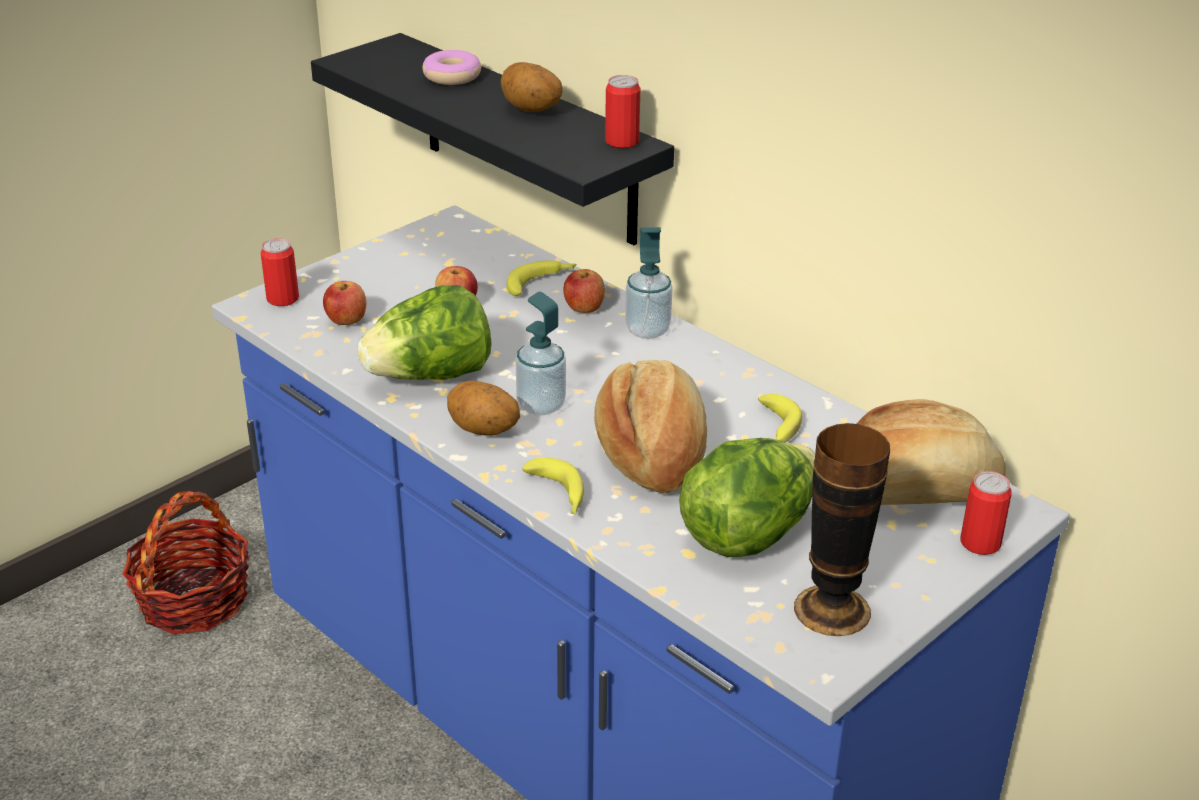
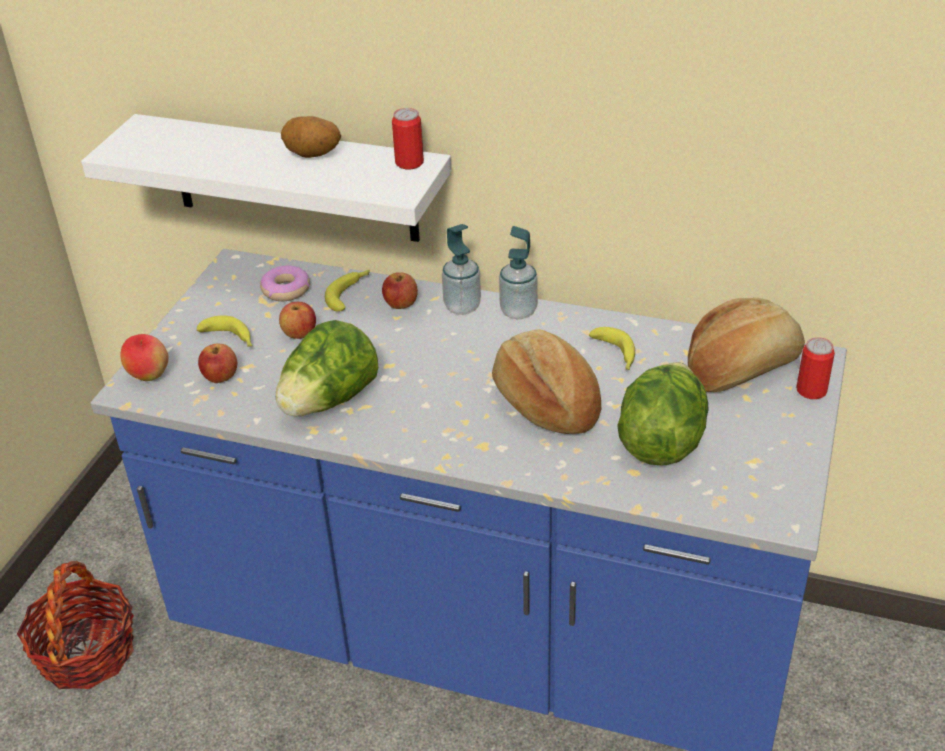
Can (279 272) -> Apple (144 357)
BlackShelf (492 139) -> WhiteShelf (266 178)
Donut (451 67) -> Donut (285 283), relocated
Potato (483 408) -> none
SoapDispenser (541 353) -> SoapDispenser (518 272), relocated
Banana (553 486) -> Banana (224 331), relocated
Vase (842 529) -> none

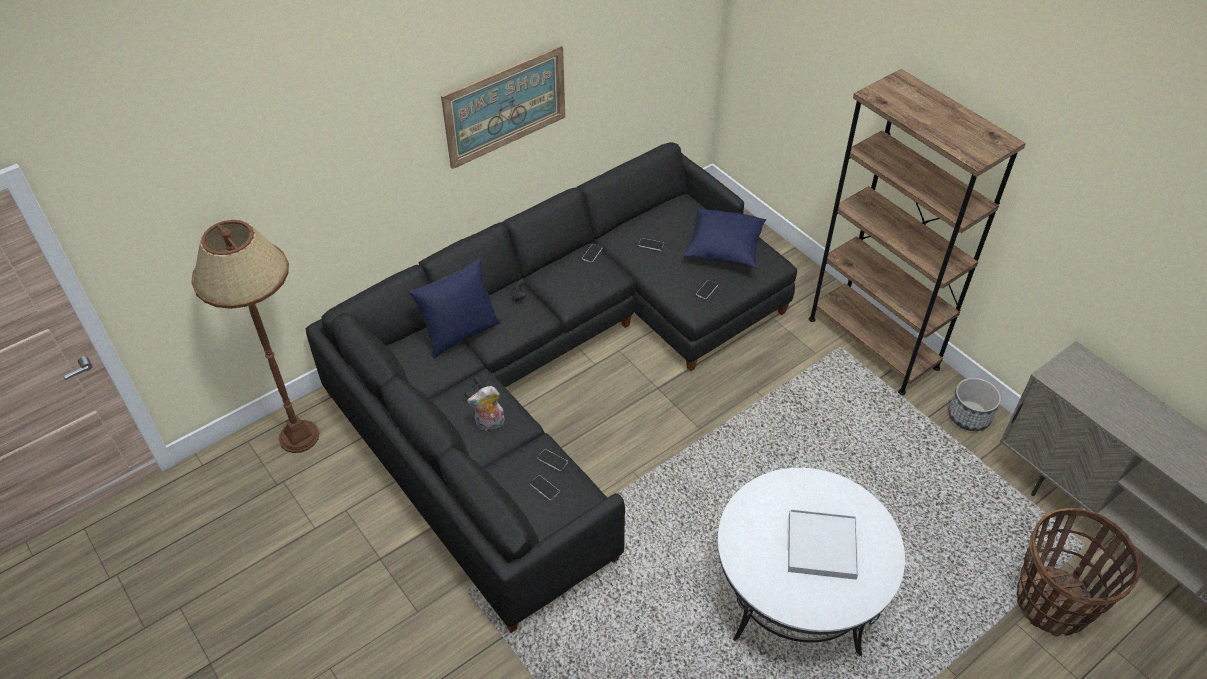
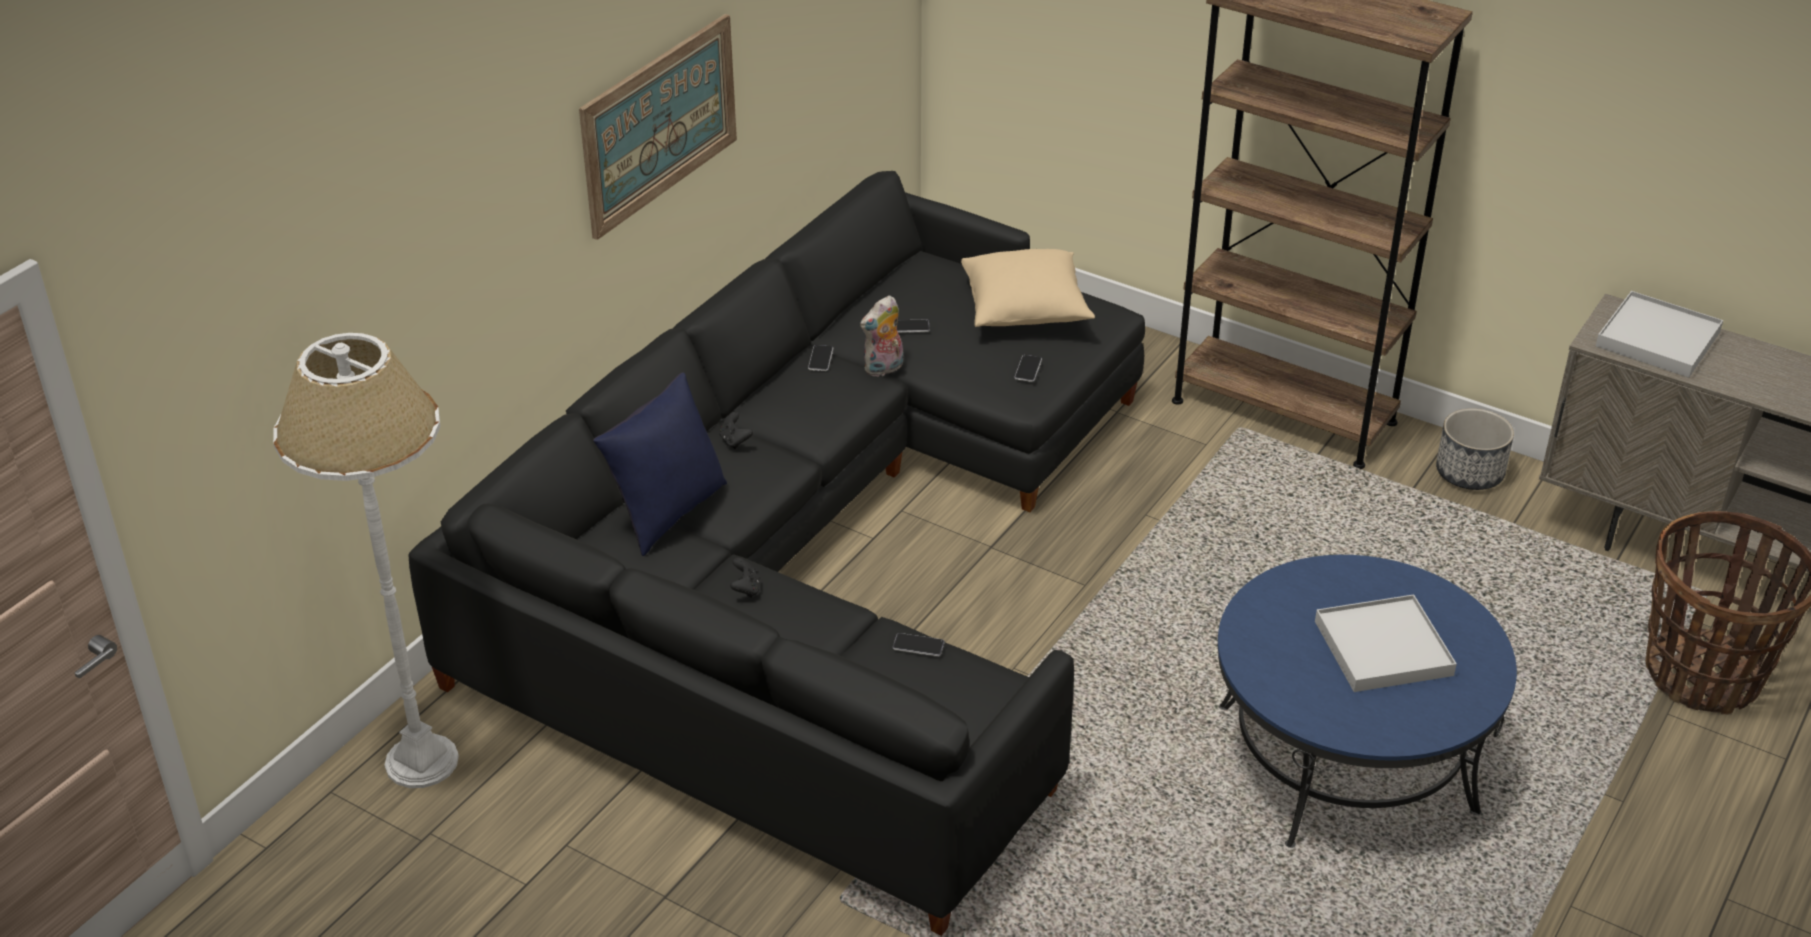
BrownFloorLamp (255 336) -> WhiteFloorLamp (366 560)
PlushToy (485 408) -> PlushToy (881 336), relocated
Phone (545 487) -> none
BluePillow (724 238) -> BeigePillow (1028 288)
WhiteCoffeeTable (811 562) -> BlueCoffeeTable (1367 701)
none -> WhiteTray (1659 334)

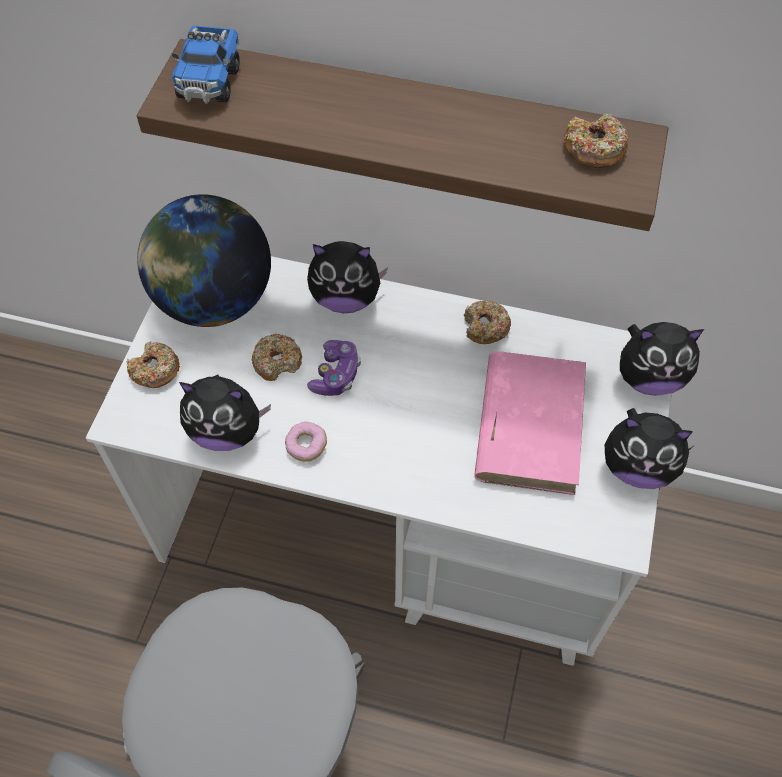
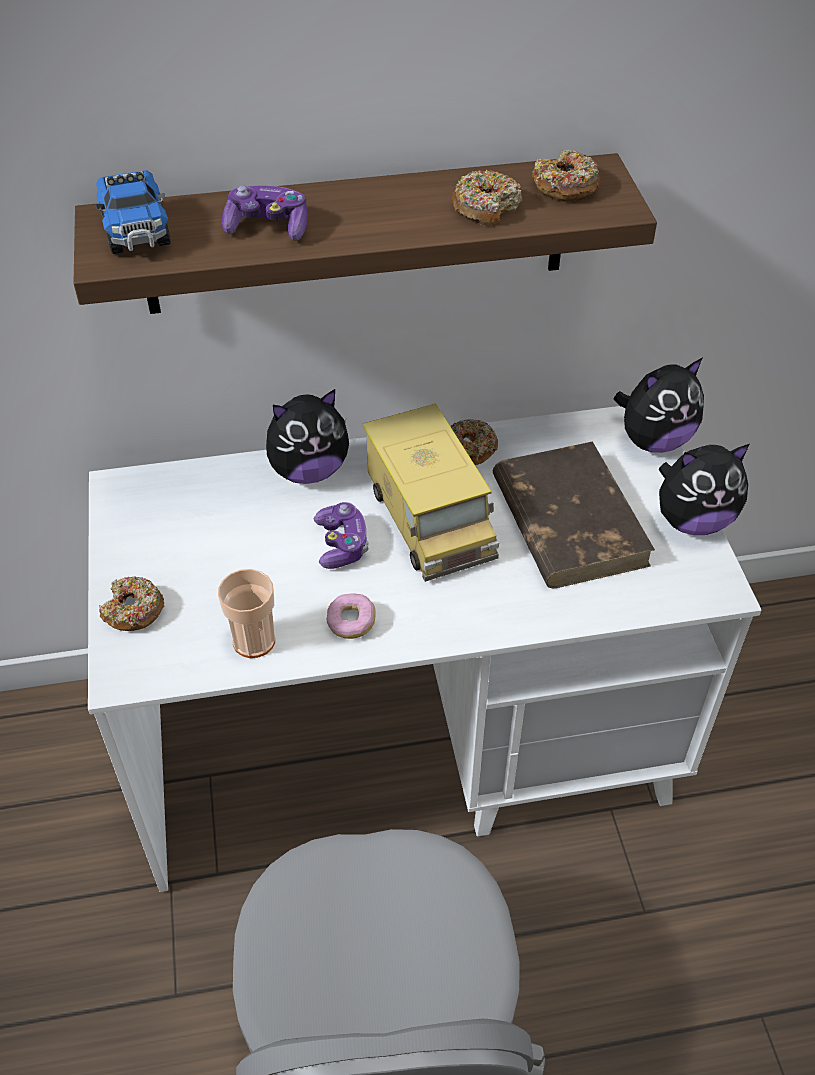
Globe (204 260) -> none
PlushToy (225 412) -> Cup (246 613)
Donut (277 357) -> Donut (487 197), relocated
PinkBook (530 423) -> BrownBook (574 514)
none -> GameController (264 213)
none -> ToyTruck (430 493)

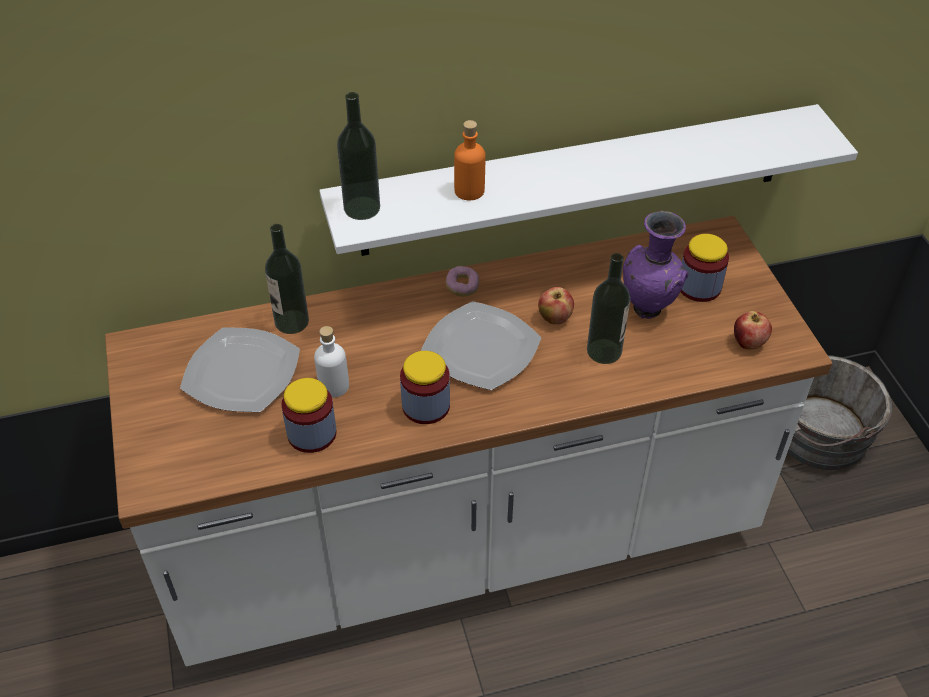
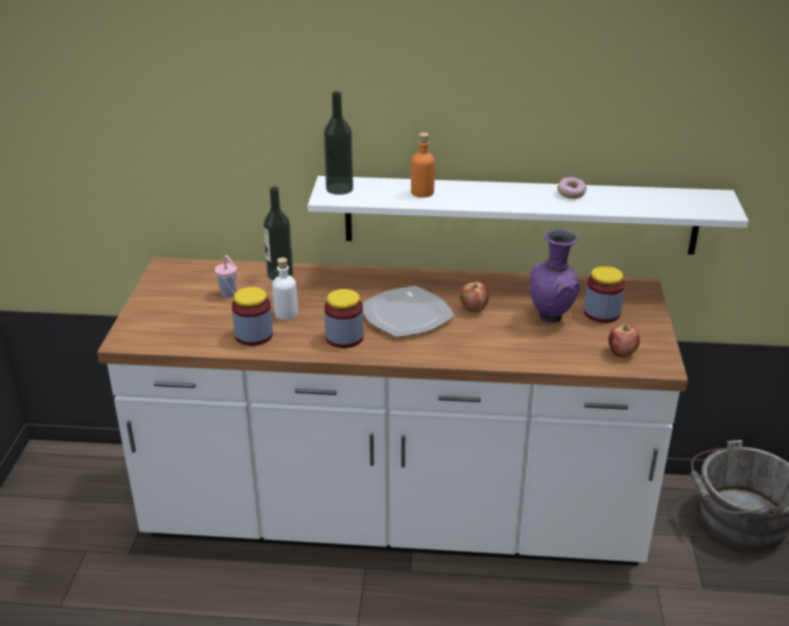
Plate (240 369) -> PinkCup (226 276)
Donut (462 281) -> Donut (572 188), relocated
Bottle (608 308) -> none

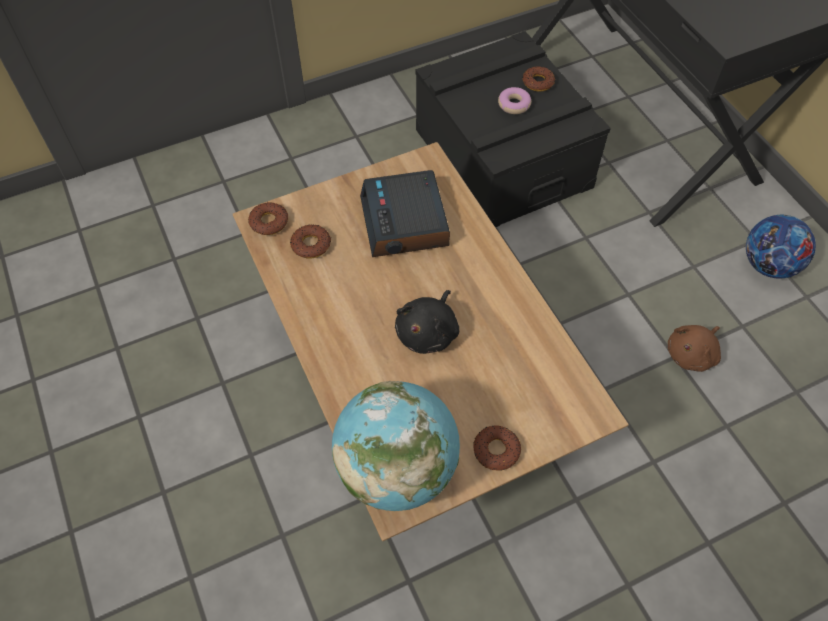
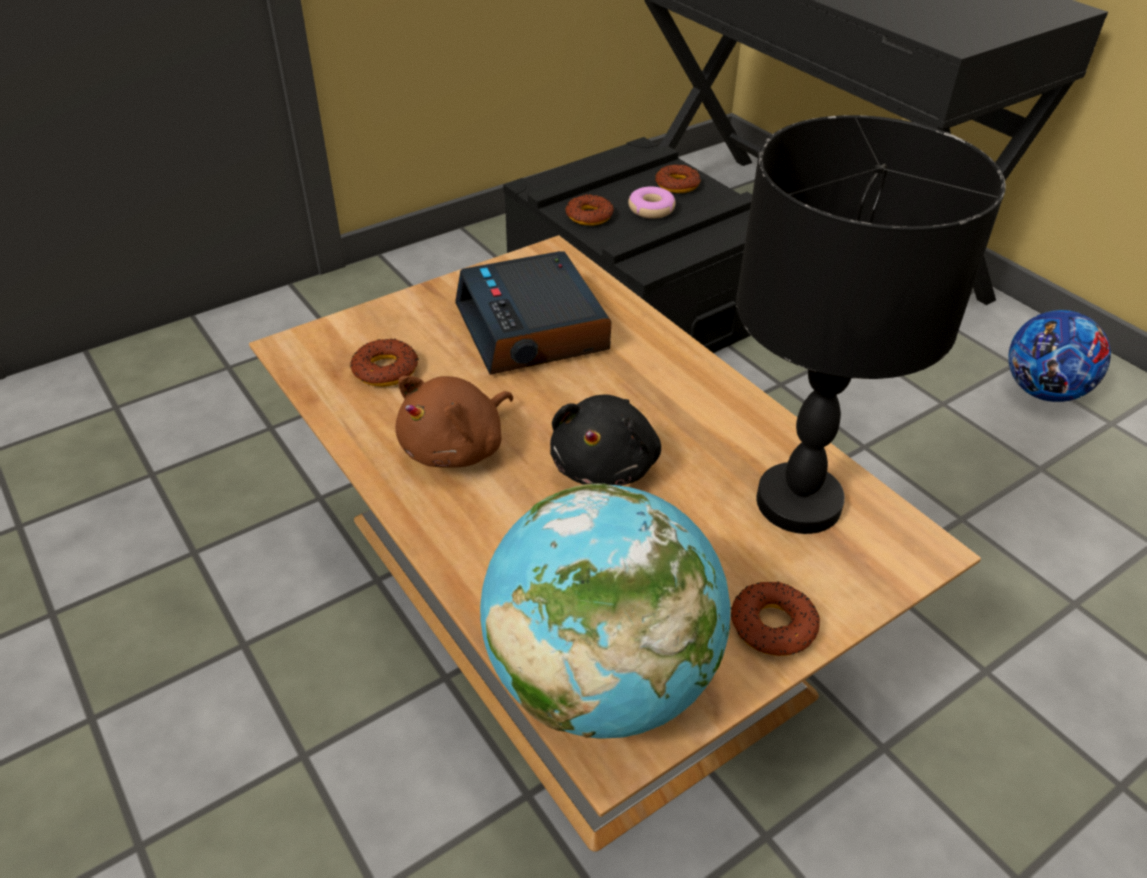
Donut (268 218) -> Donut (589 209), relocated
BrownPlushToy (694 348) -> BrownPlushToy (454 421), relocated
none -> BlackTableLamp (871 324)

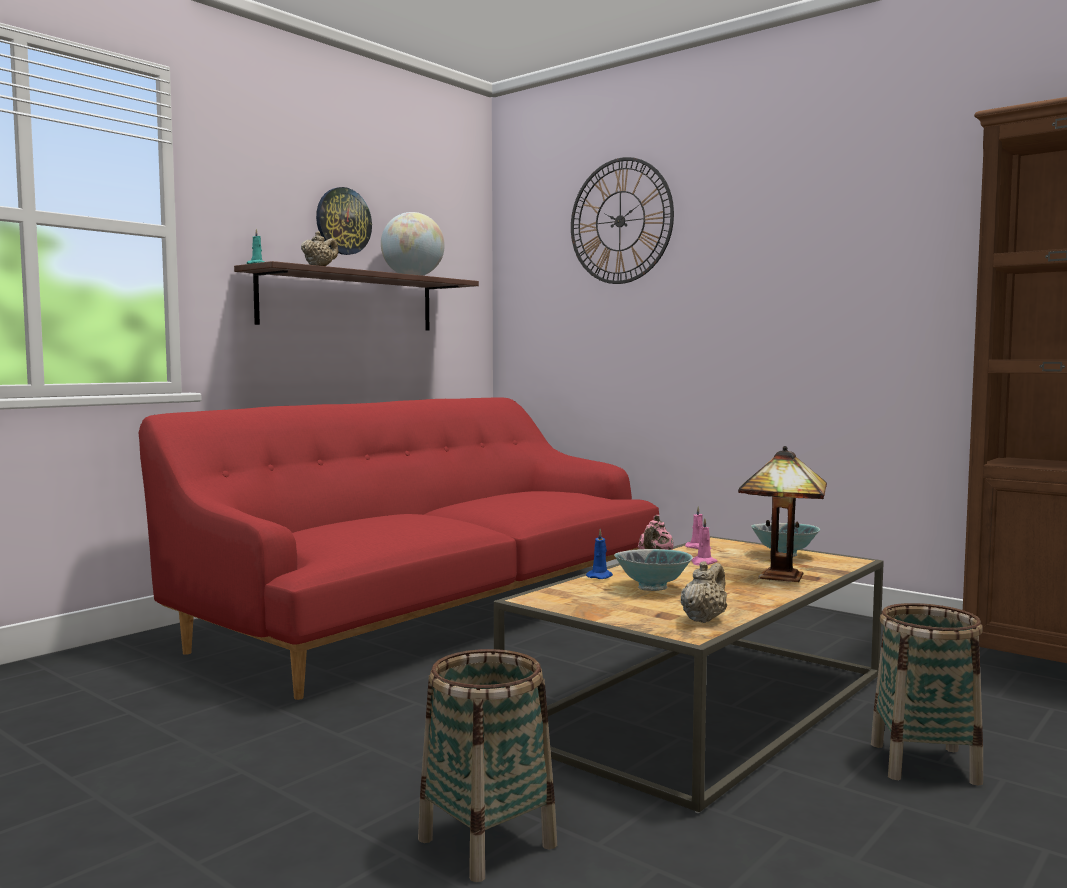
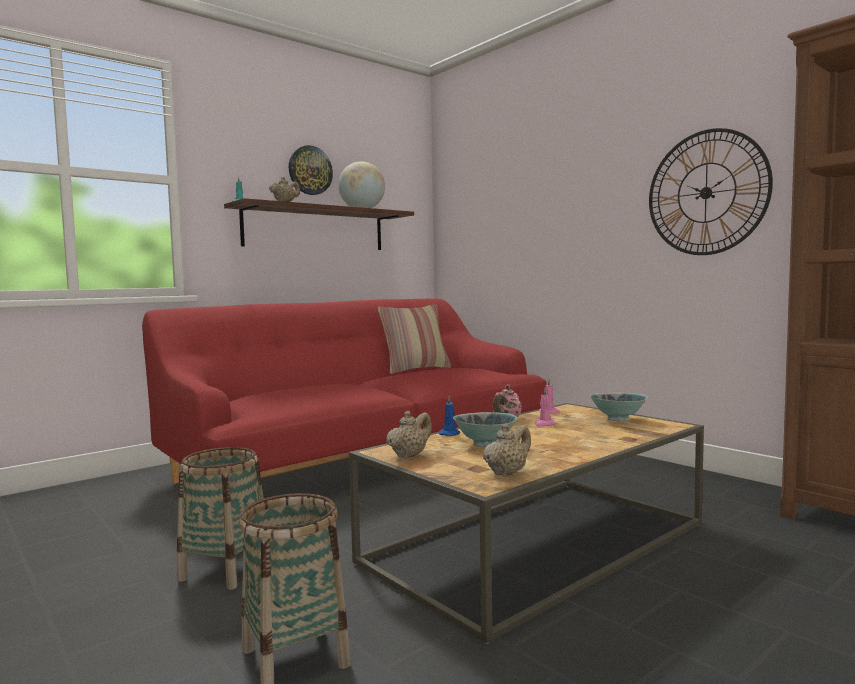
WallClock (622 220) -> WallClock (711 191), relocated
TableLamp (782 514) -> none
Basket (927 694) -> Basket (220 518), relocated
none -> Pillow (414 339)
none -> BeigeTeapot (409 435)

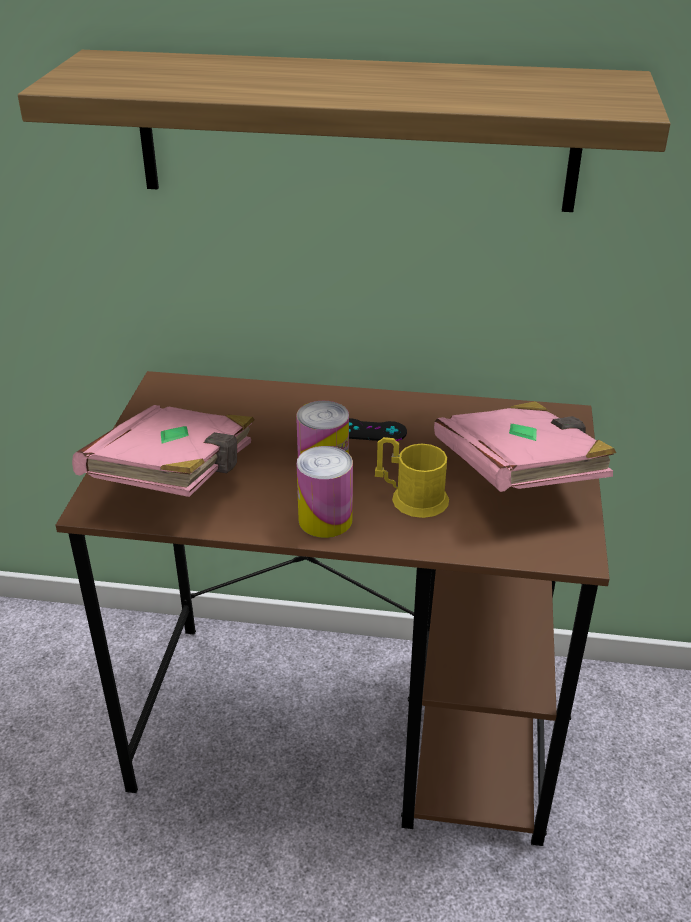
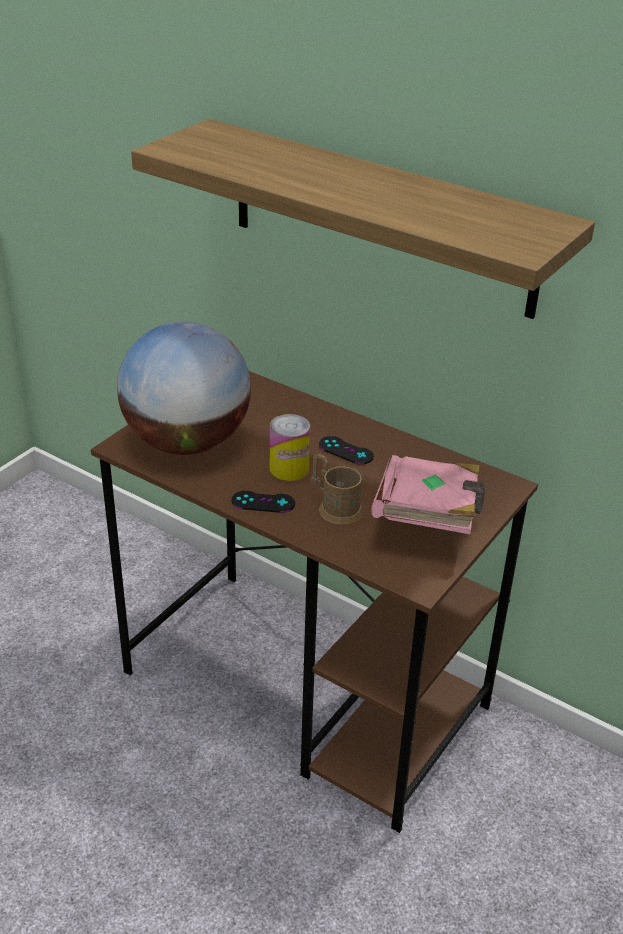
PinkBook (163 451) -> Globe (184 388)
Can (324 492) -> BlackGameController (263 502)
YellowMug (412 477) -> BrownMug (337 489)

